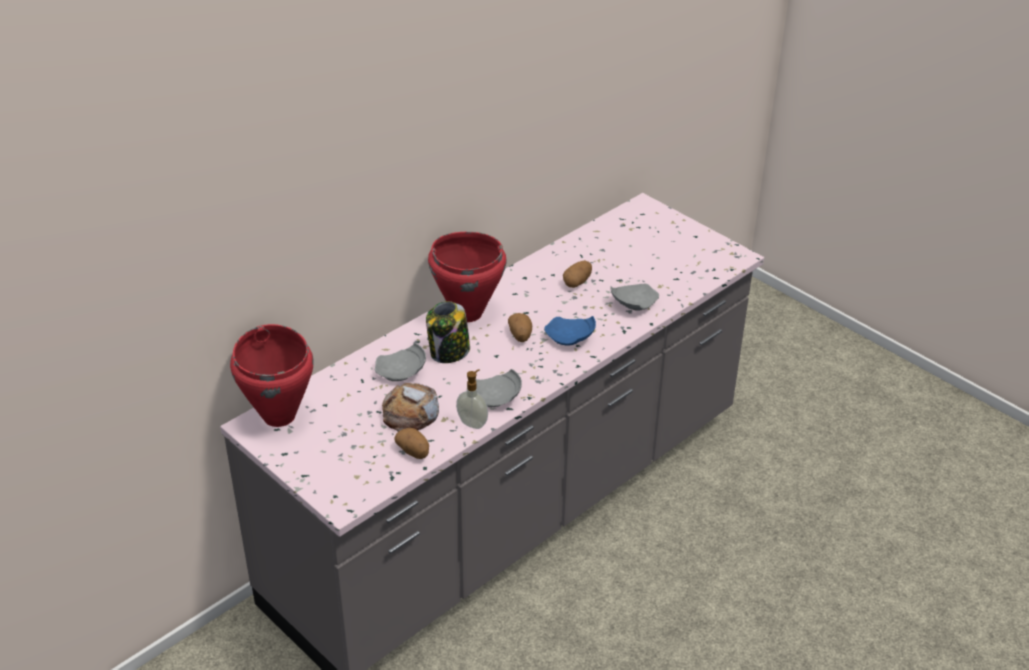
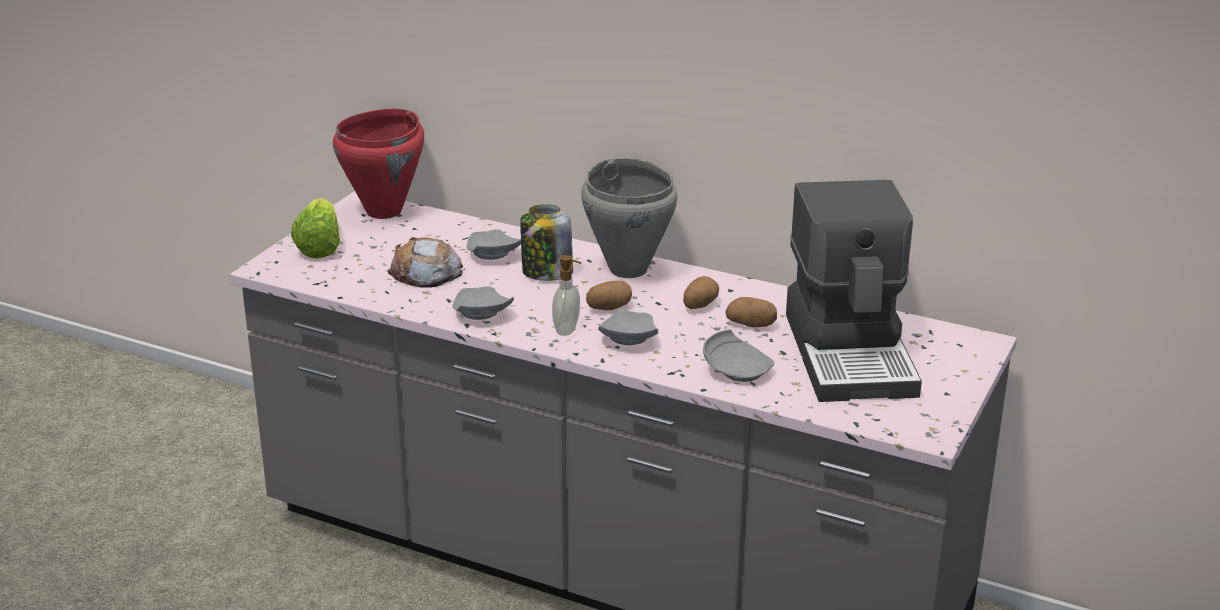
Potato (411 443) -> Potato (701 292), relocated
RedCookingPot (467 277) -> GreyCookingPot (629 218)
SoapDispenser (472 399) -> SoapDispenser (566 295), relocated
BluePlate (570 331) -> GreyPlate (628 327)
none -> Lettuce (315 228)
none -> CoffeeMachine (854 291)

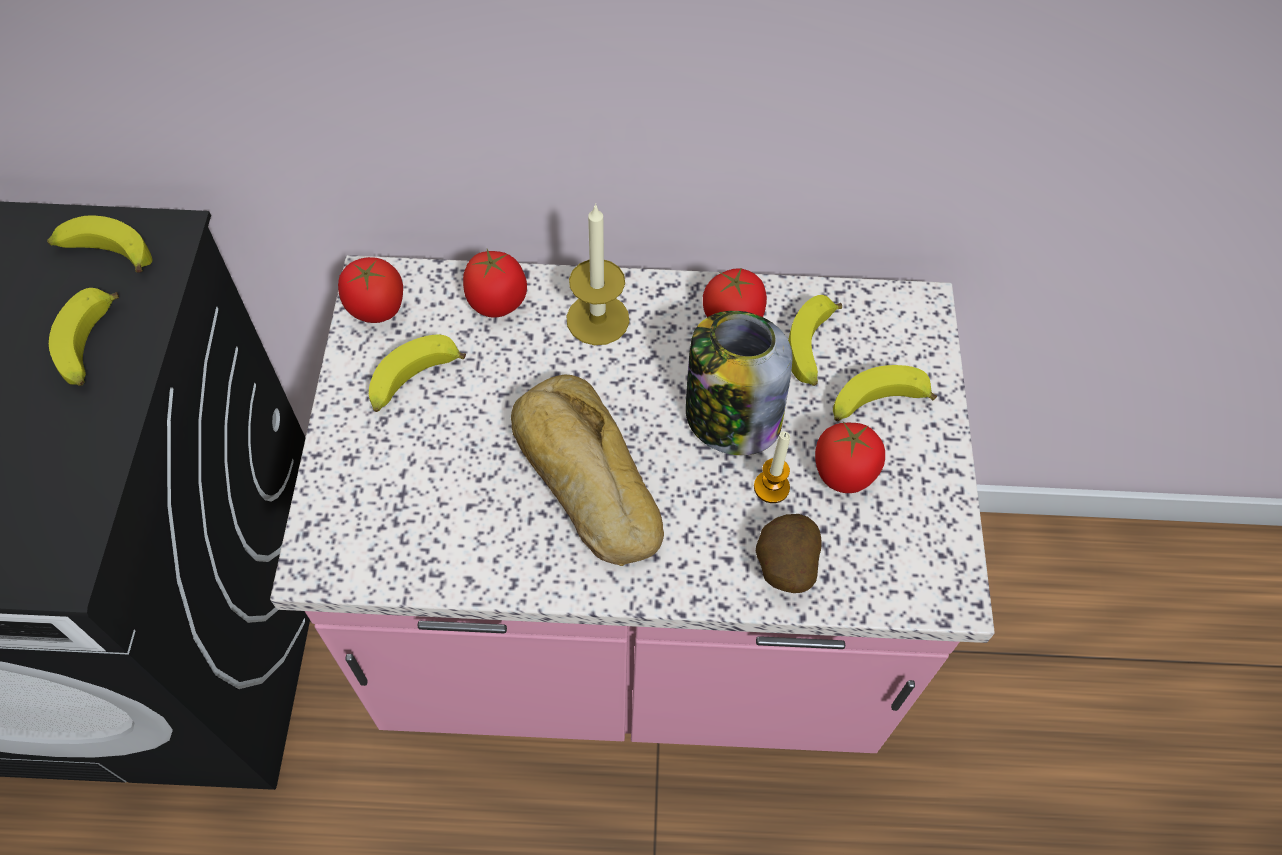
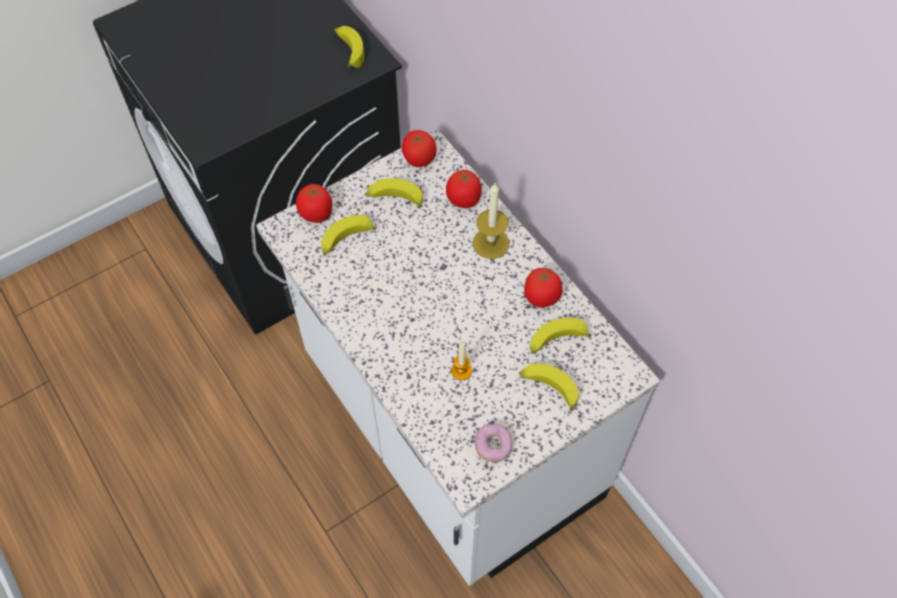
Banana (84 337) -> Banana (349 235), relocated
PinkCounter (632 504) -> WhiteCounter (458 357)
Bread (587 470) -> none
Jar (739 383) -> none
Potato (789 553) -> none
Tomato (850 457) -> Tomato (314 203), relocated
none -> Donut (493 443)

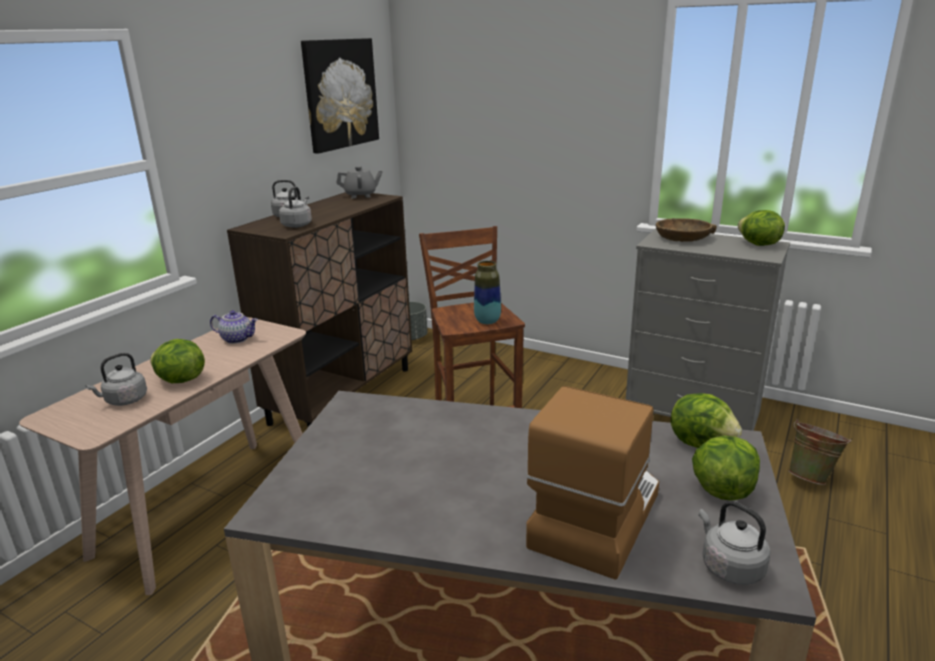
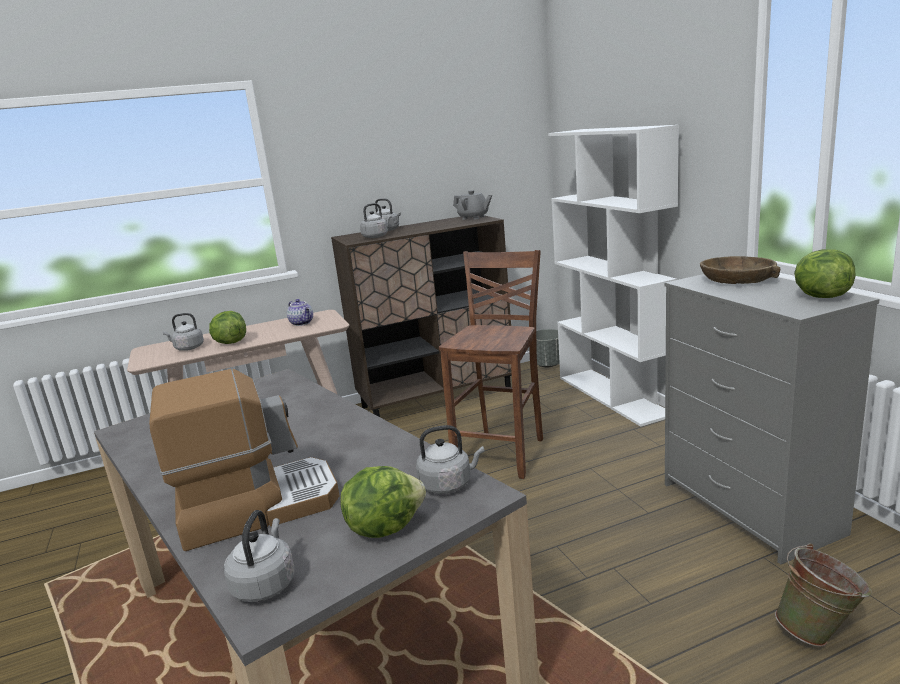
Picture (340 96) -> none
Vase (487 292) -> none
Lettuce (706 420) -> GreyKettle (450 459)
none -> WhiteBookcase (613 276)

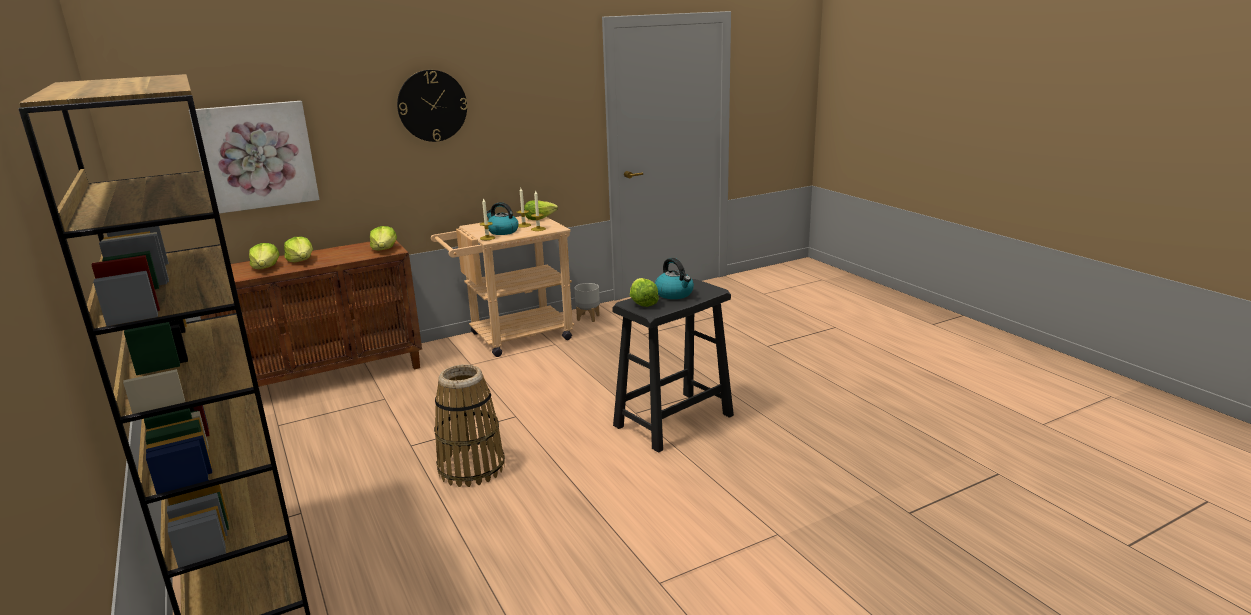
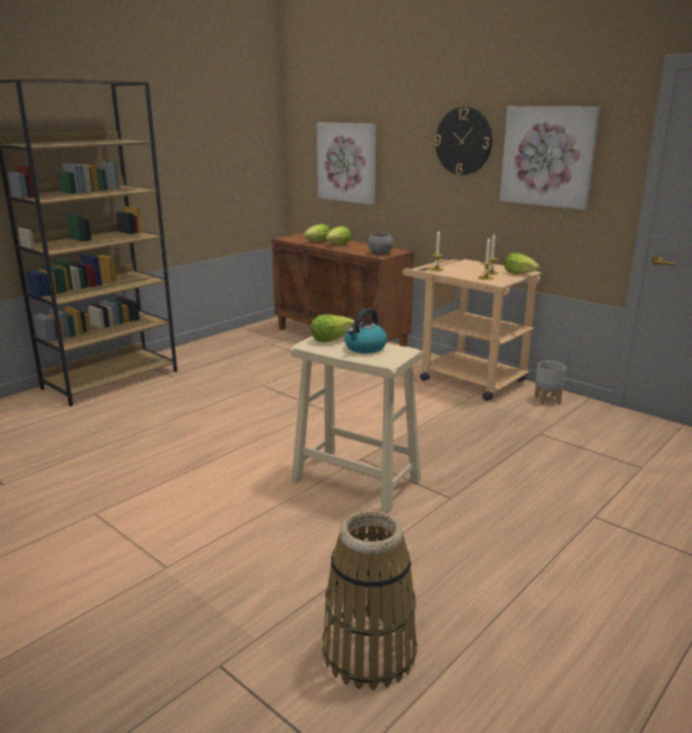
Lettuce (383 238) -> GreyBowl (381 244)
Basket (469 425) -> Basket (369 600), relocated
Kettle (502 218) -> none
BlackStool (673 366) -> BeigeStool (356 424)
none -> Picture (550 158)

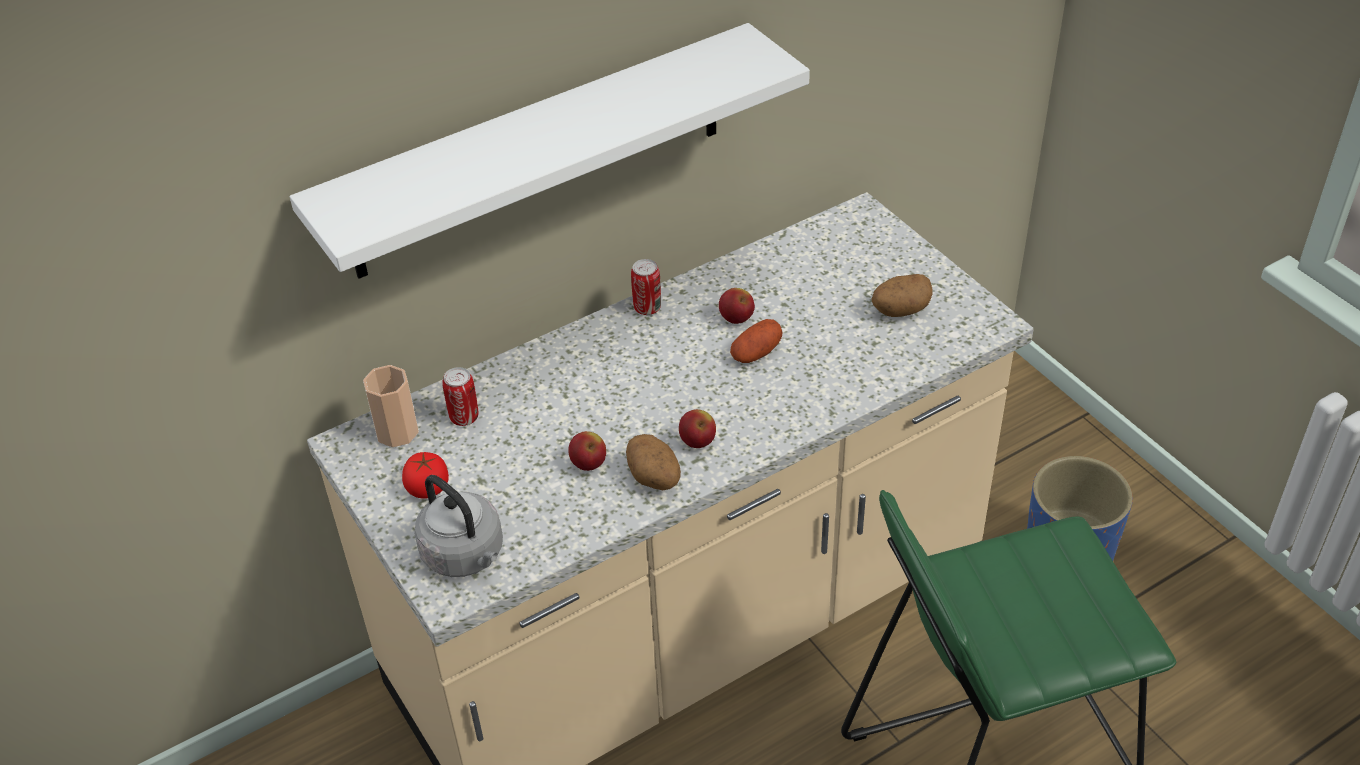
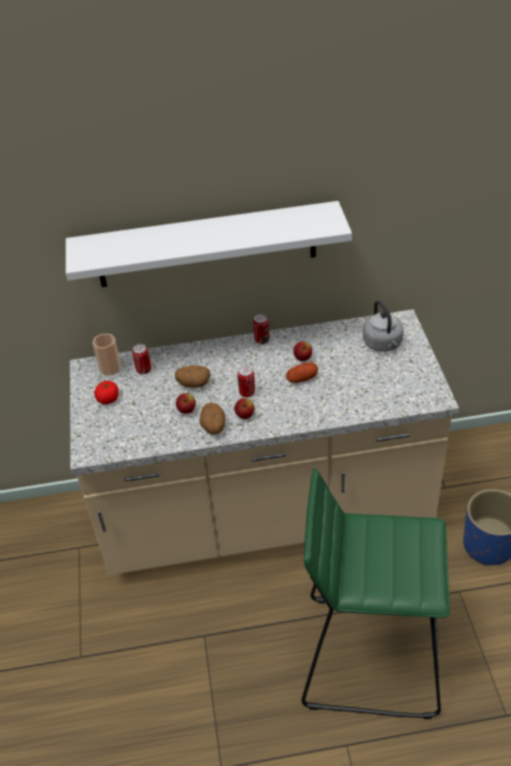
GreyKettle (458 526) -> GreyKettle (383 326), relocated
Potato (902 295) -> Potato (192 376), relocated
none -> Can (246 381)

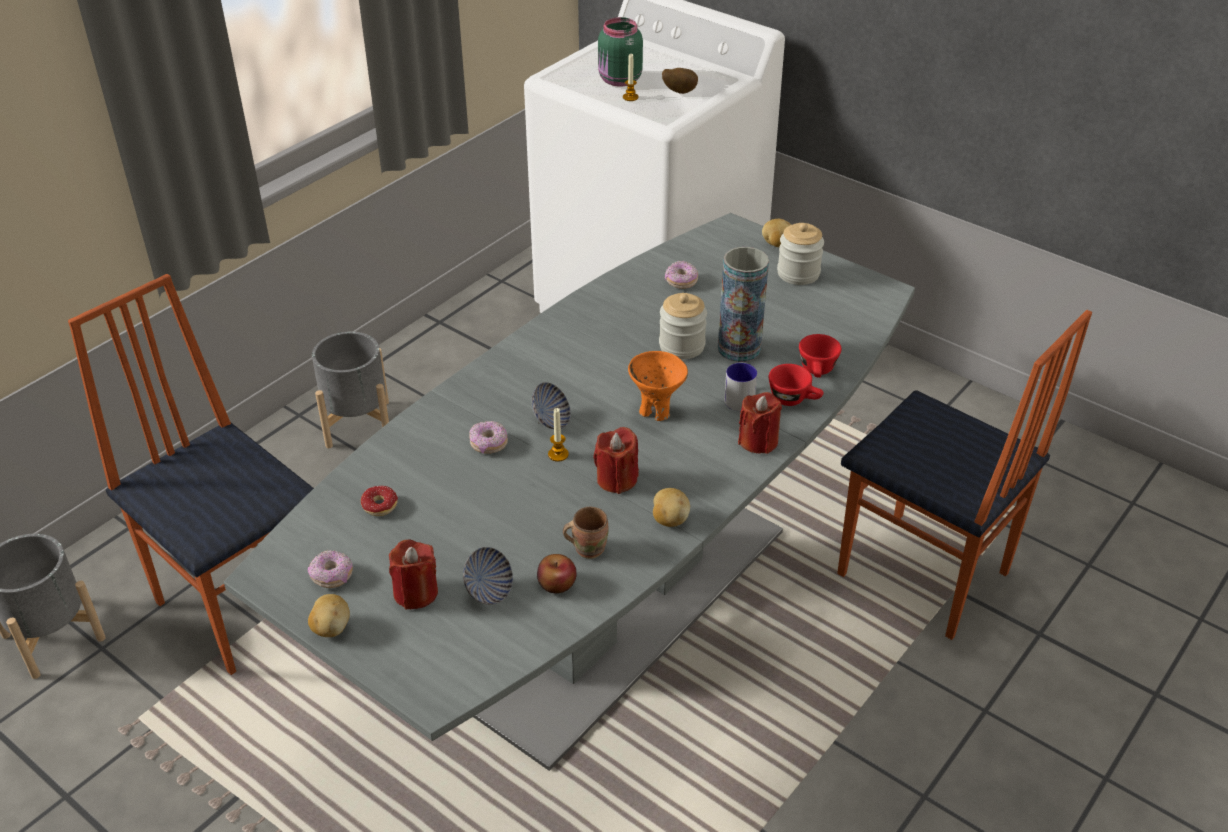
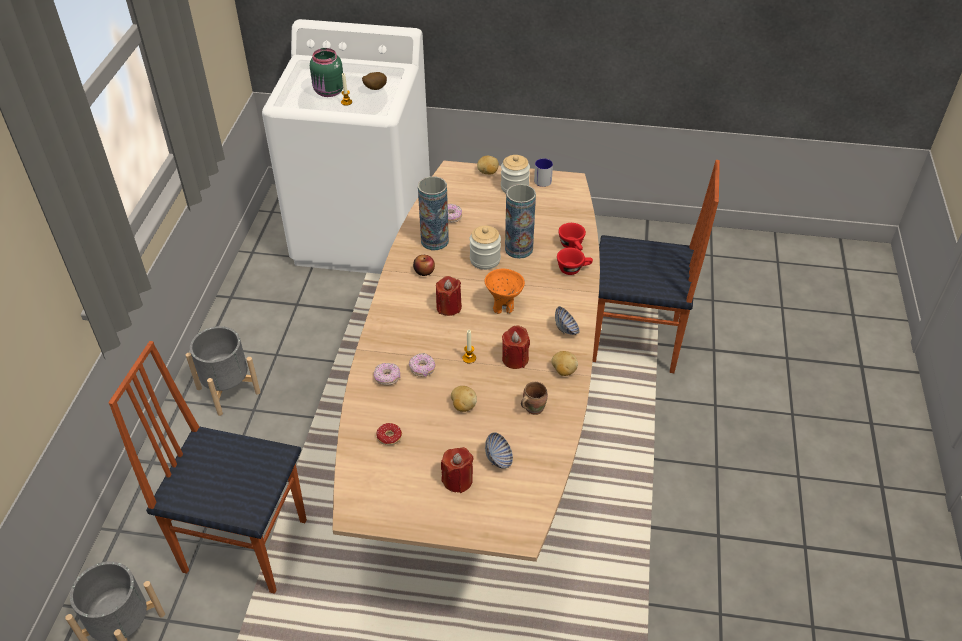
GreyDiningTable (569 492) -> BrownDiningTable (466 361)
Donut (330 569) -> Donut (387 374), relocated
Potato (329 615) -> Potato (464 399), relocated
Bowl (551 405) -> Bowl (567 320), relocated
Apple (557 573) -> Apple (424 265), relocated
Mug (740 387) -> Mug (543 172), relocated
RedCandle (760 423) -> RedCandle (449 296), relocated
none -> Vase (433 213)

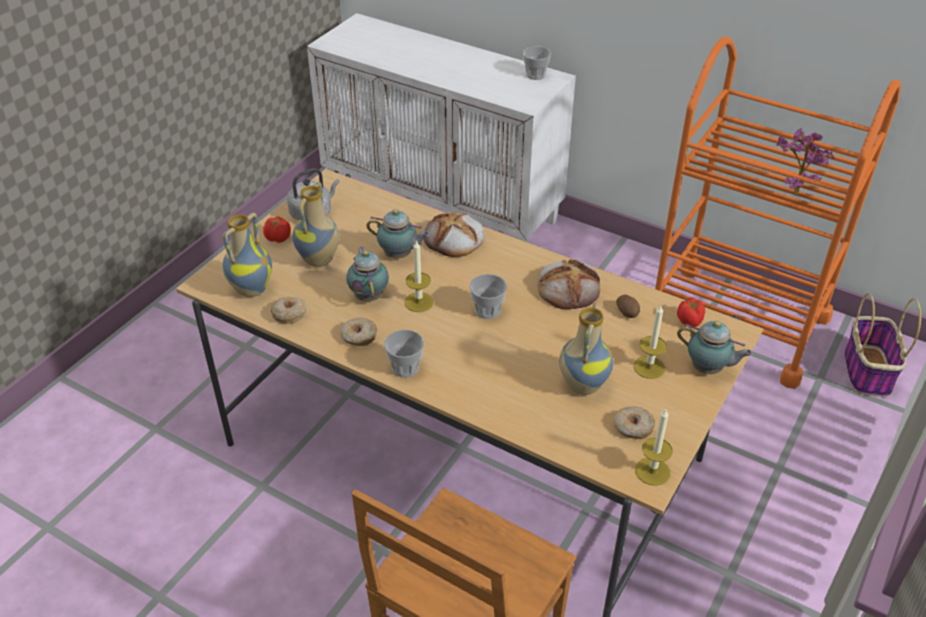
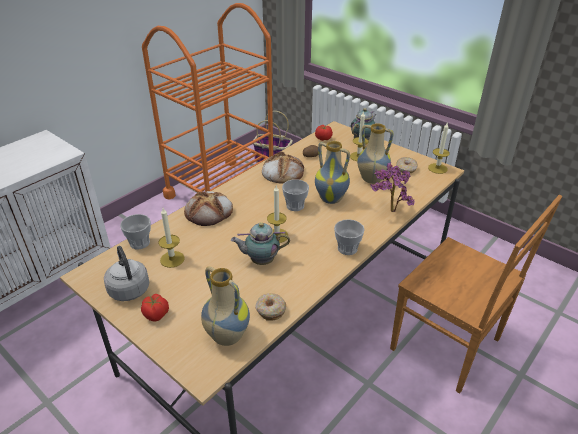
Vase (316 224) -> Vase (332 172), relocated
Donut (358 332) -> none
Teapot (398 234) -> none
Cup (537 63) -> Cup (135 231), relocated
PottedPlant (805 162) -> PottedPlant (392 187), relocated
none -> Candle (171 238)

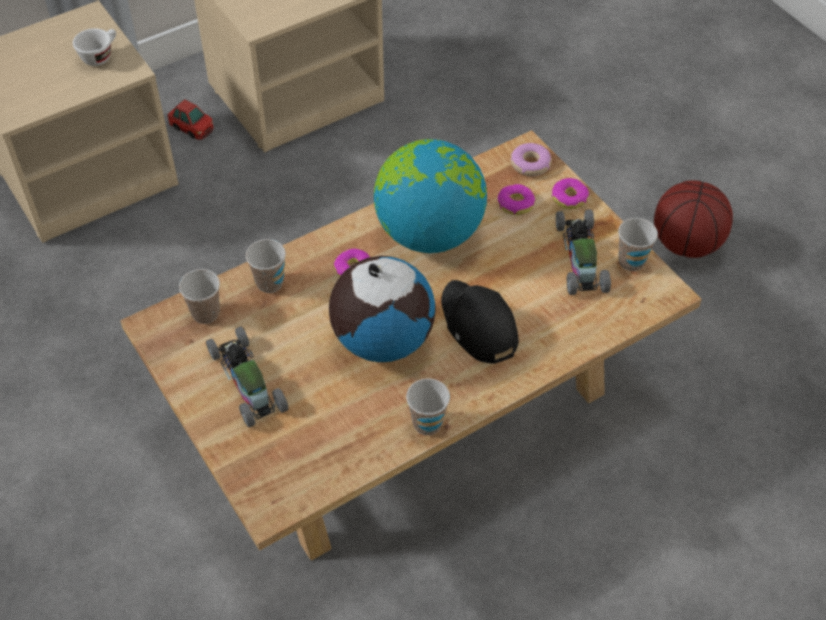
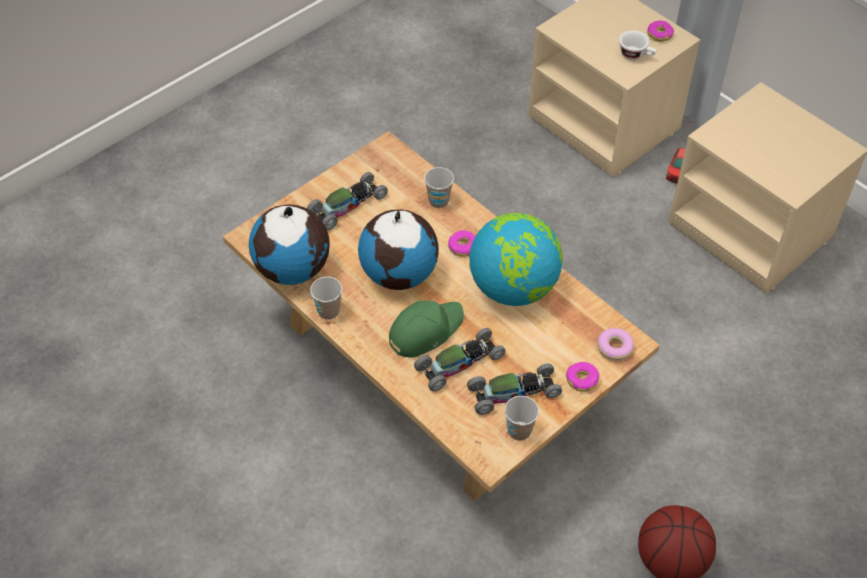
Cup (199 296) -> none
BlackCap (480 322) -> GreenCap (426 329)
Donut (516 199) -> Donut (660 31), relocated
none -> Globe (289 244)
none -> ToyCar (459 360)

